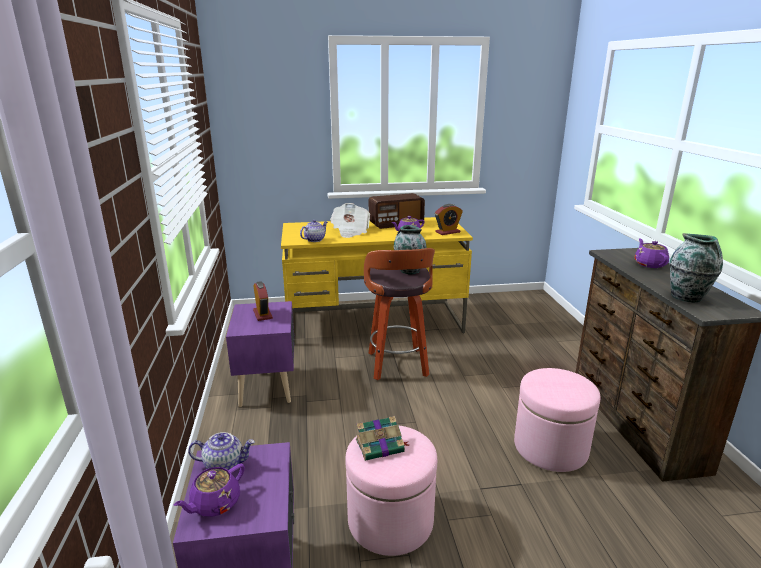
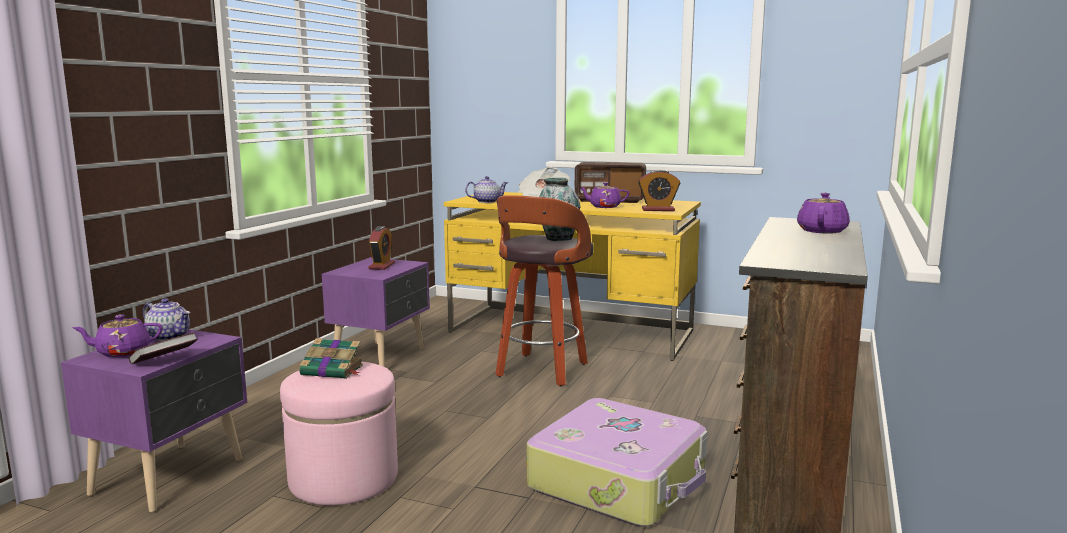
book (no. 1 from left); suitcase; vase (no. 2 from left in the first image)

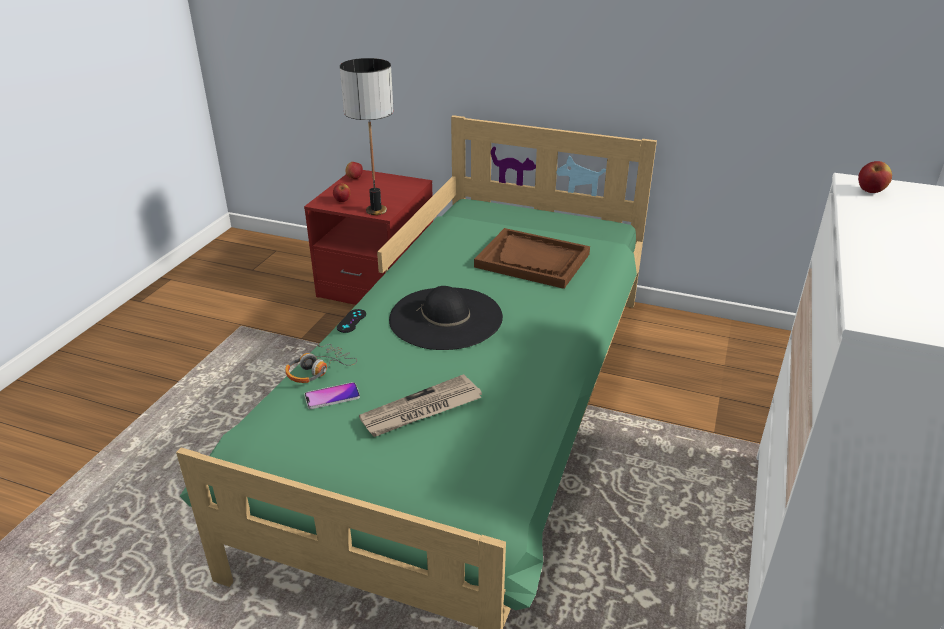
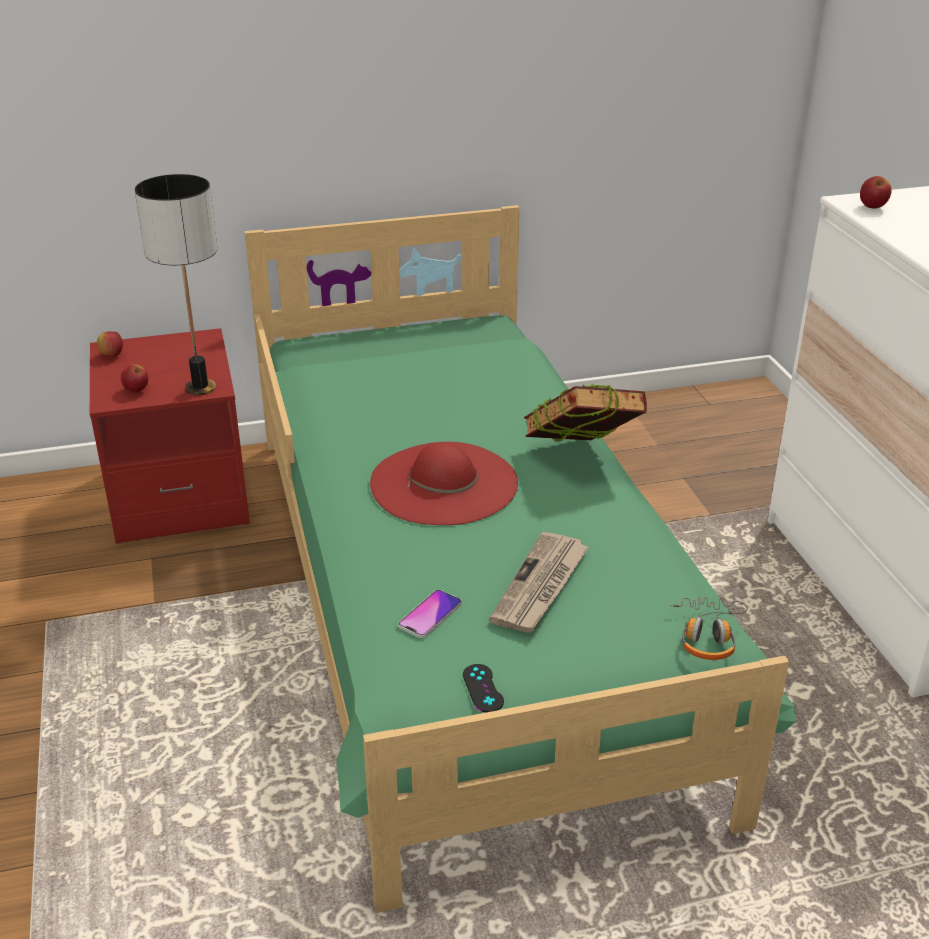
red hat; black game controller; book; headphones; brown tray

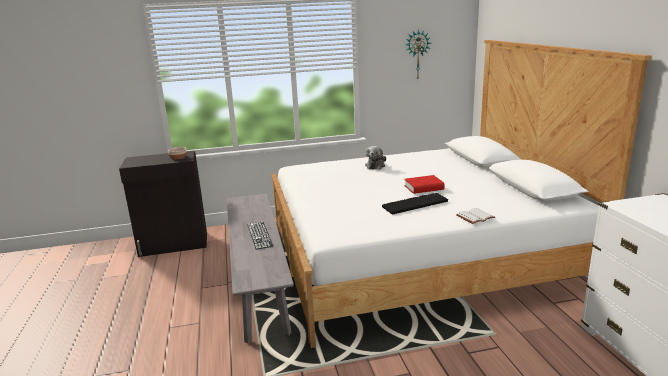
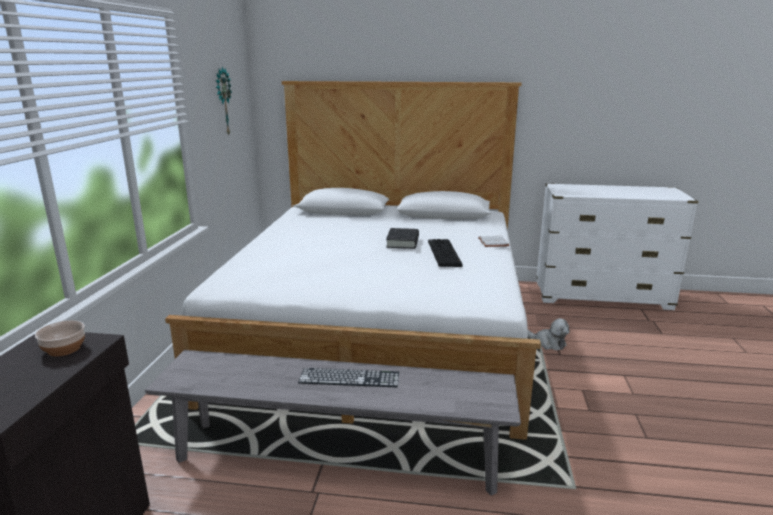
black book; plush toy

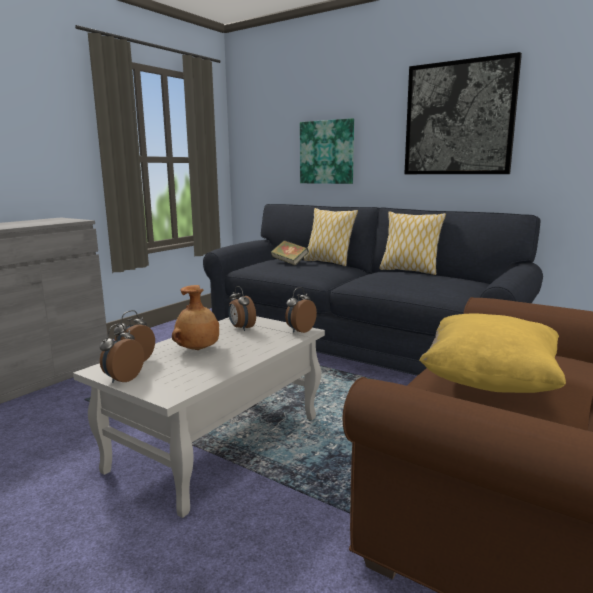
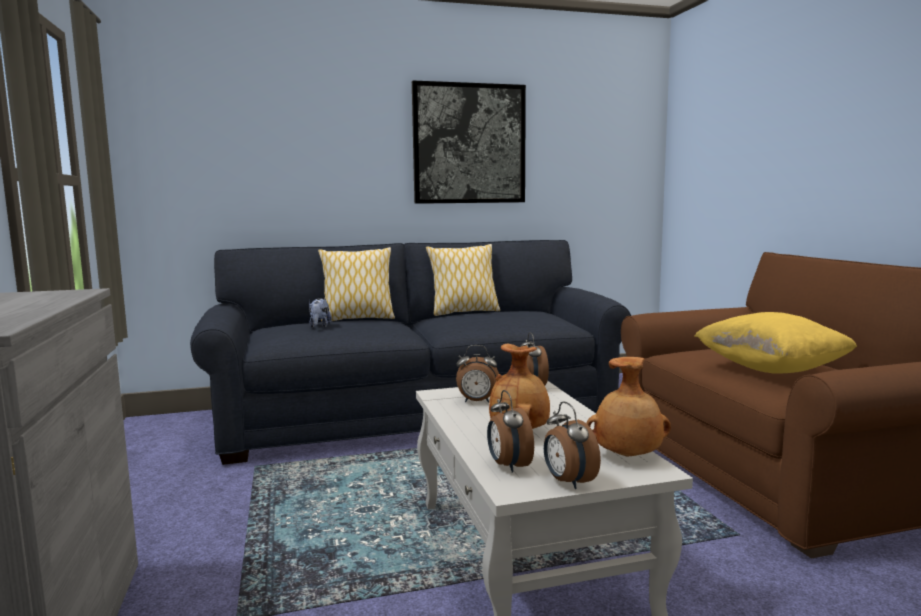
plush toy; brown vase (no. 2 from left); picture (no. 1 from left in the first image)

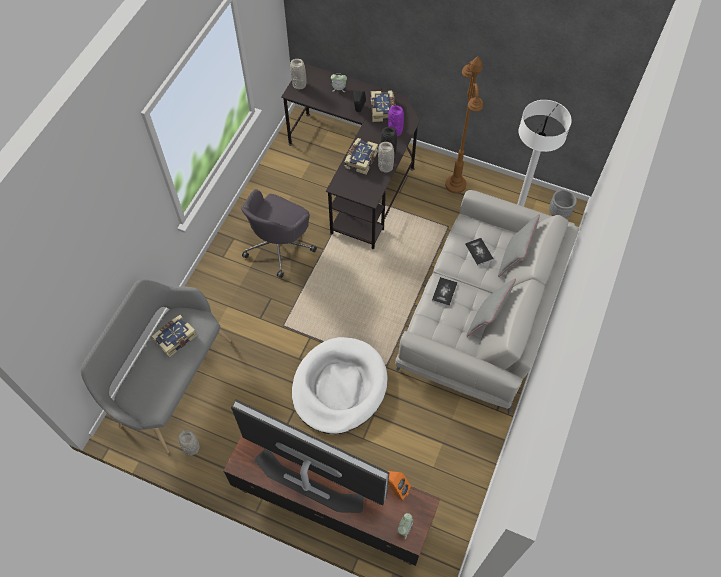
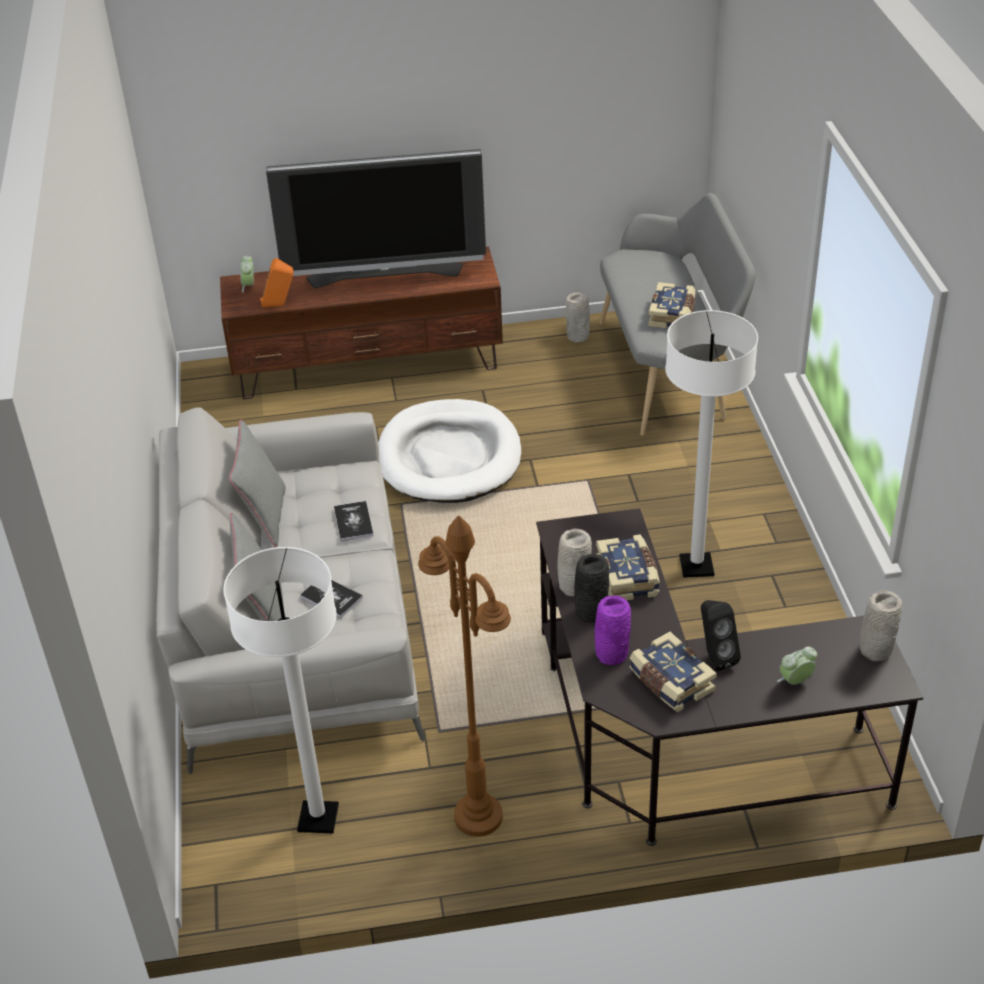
white floor lamp (no. 2 from left); grey planter

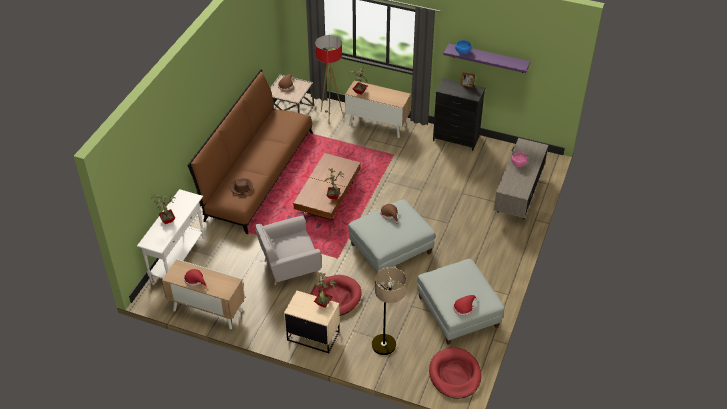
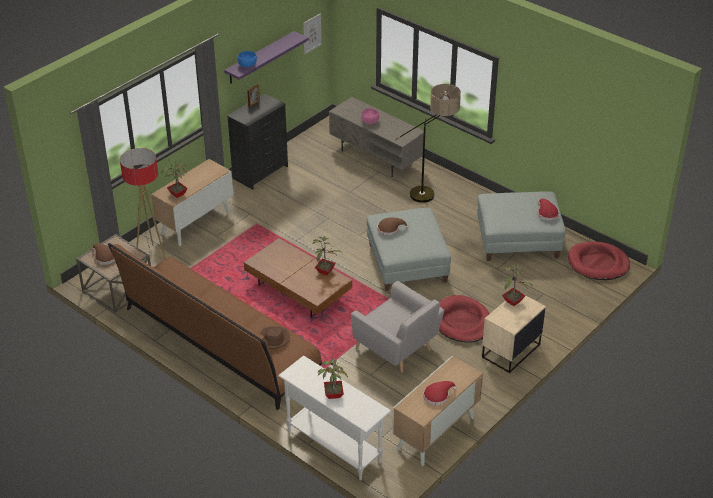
picture; grey armchair; floor lamp (no. 2 from left)

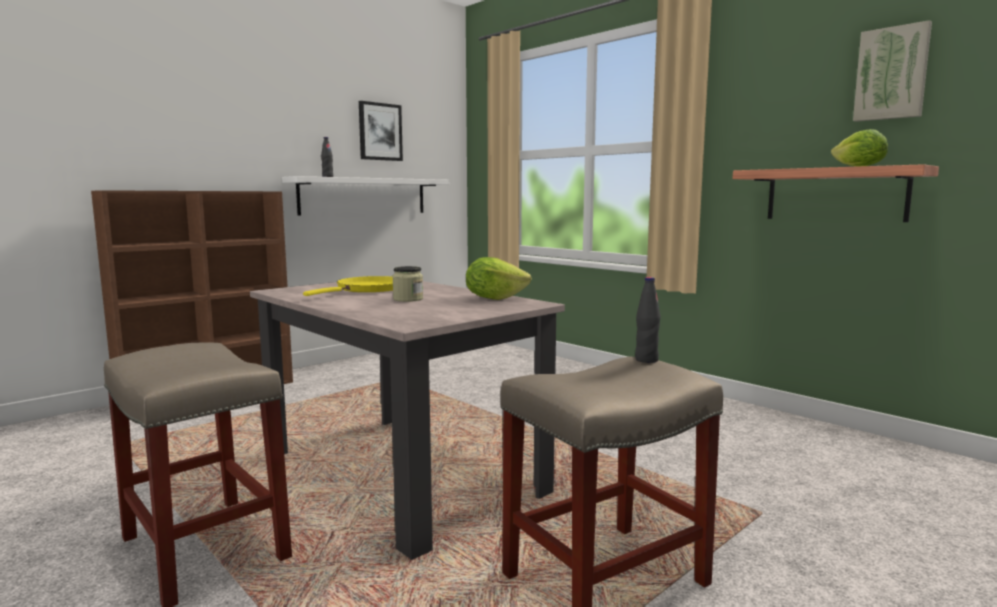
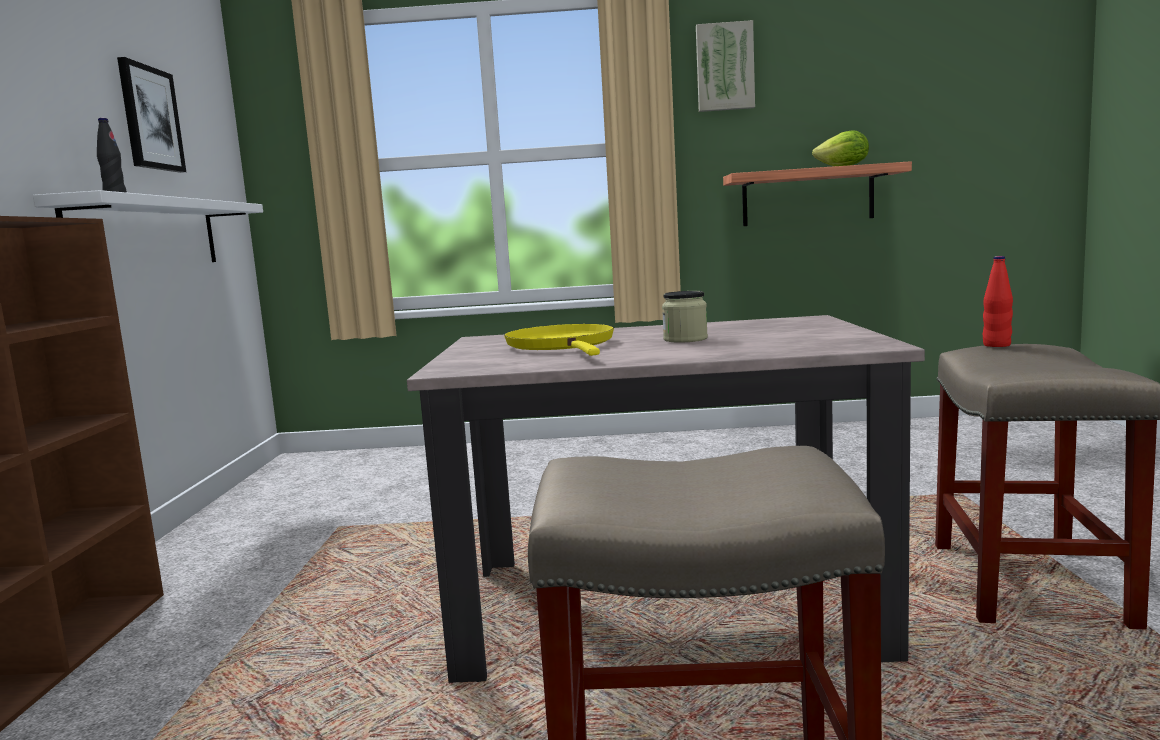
picture (no. 2 from left); red bottle; lettuce (no. 1 from left in the first image)

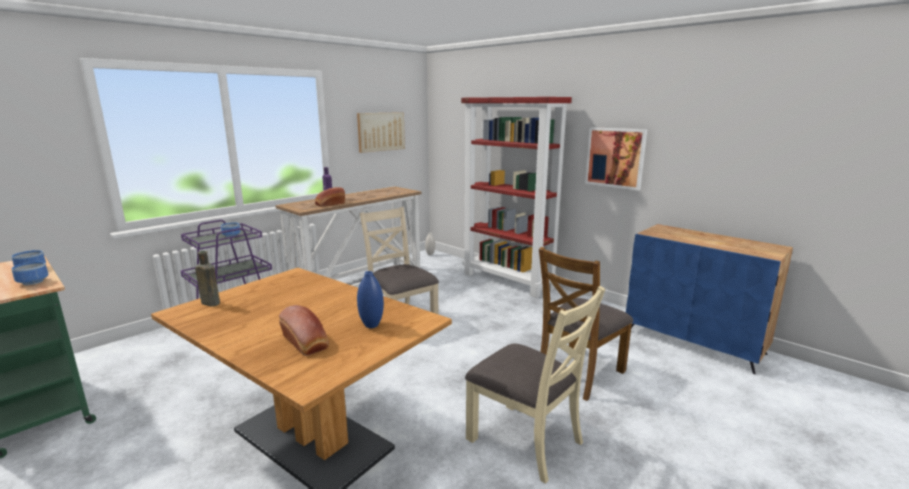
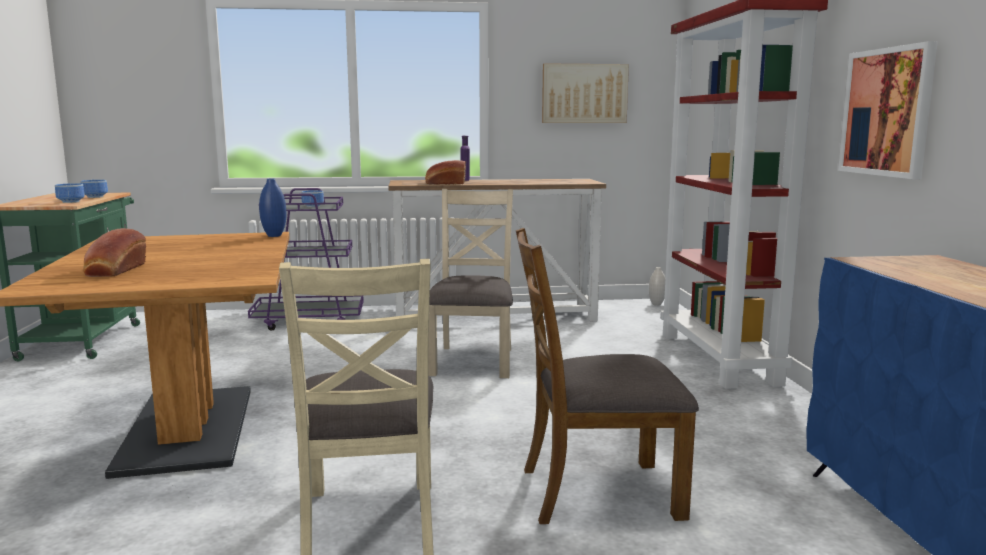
blue vase; brown bottle

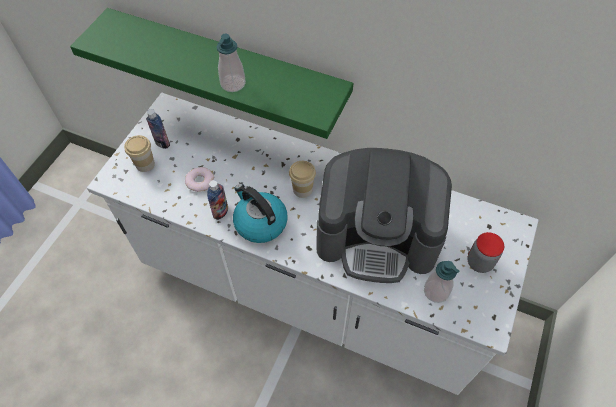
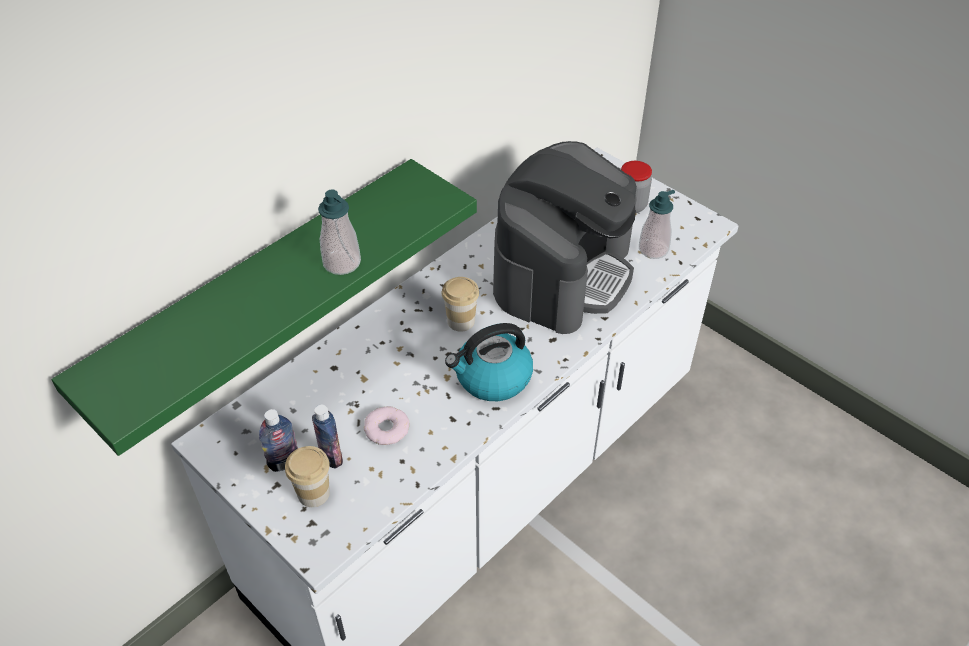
bottle (no. 2 from left)

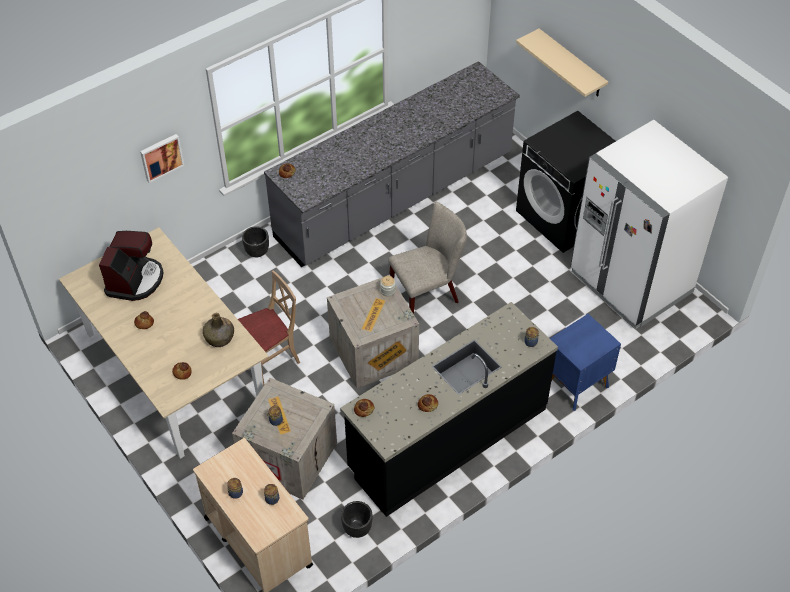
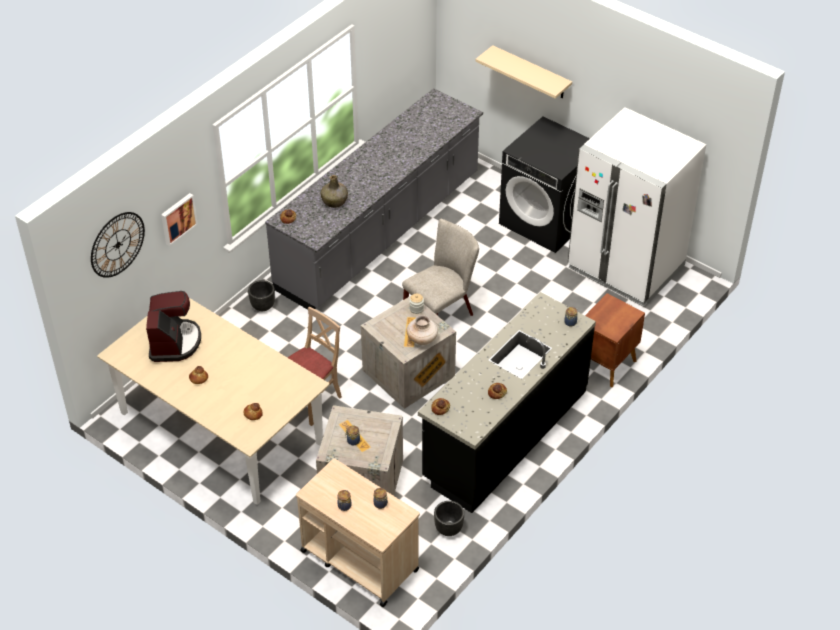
wall clock; green bottle; beige vase; brown nightstand

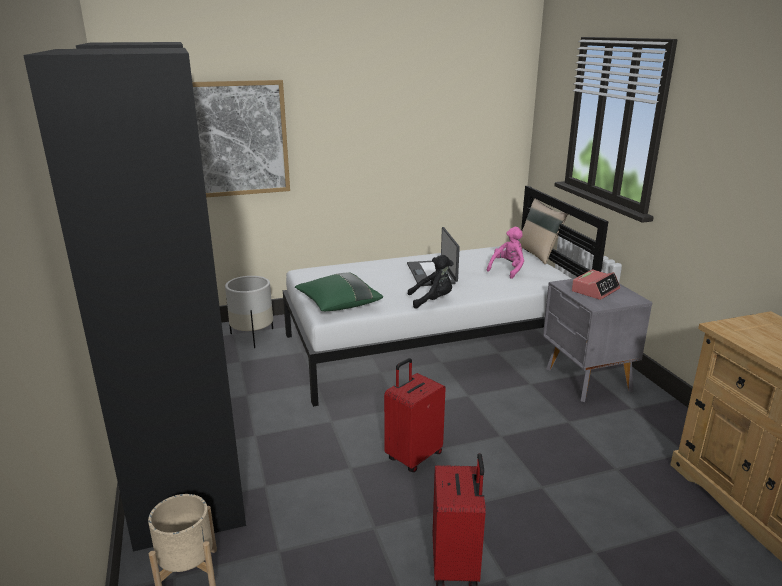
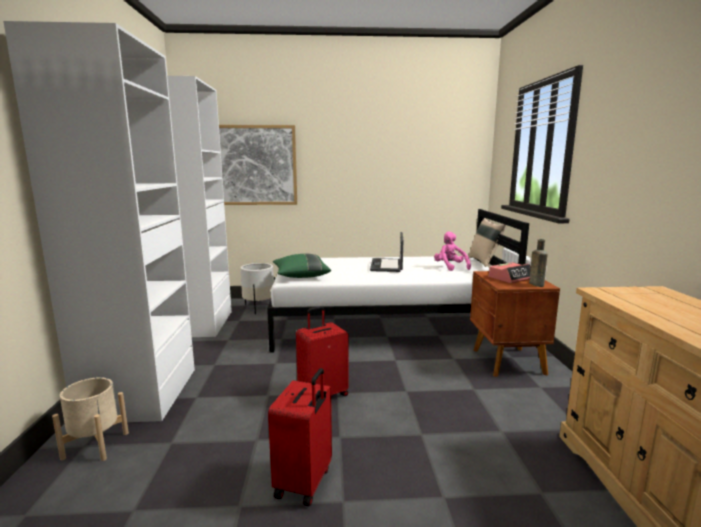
white wardrobe; pink plush toy; brown nightstand; brown bottle; black plush toy

